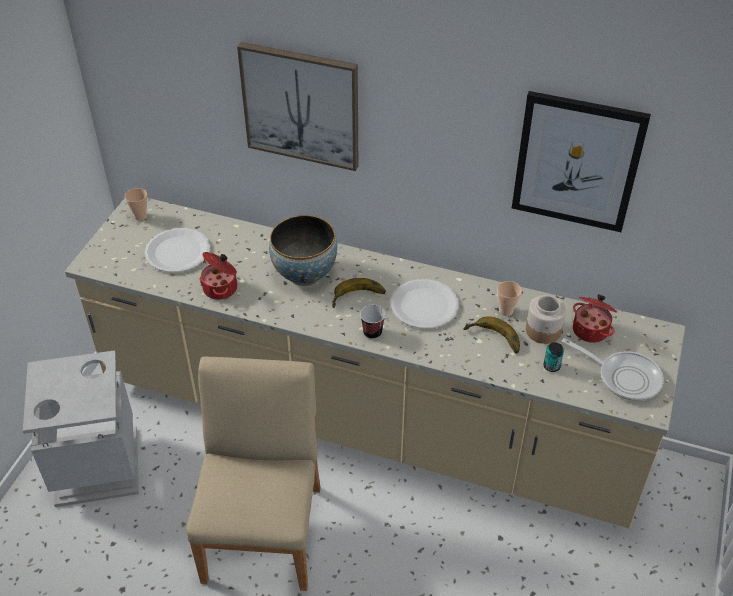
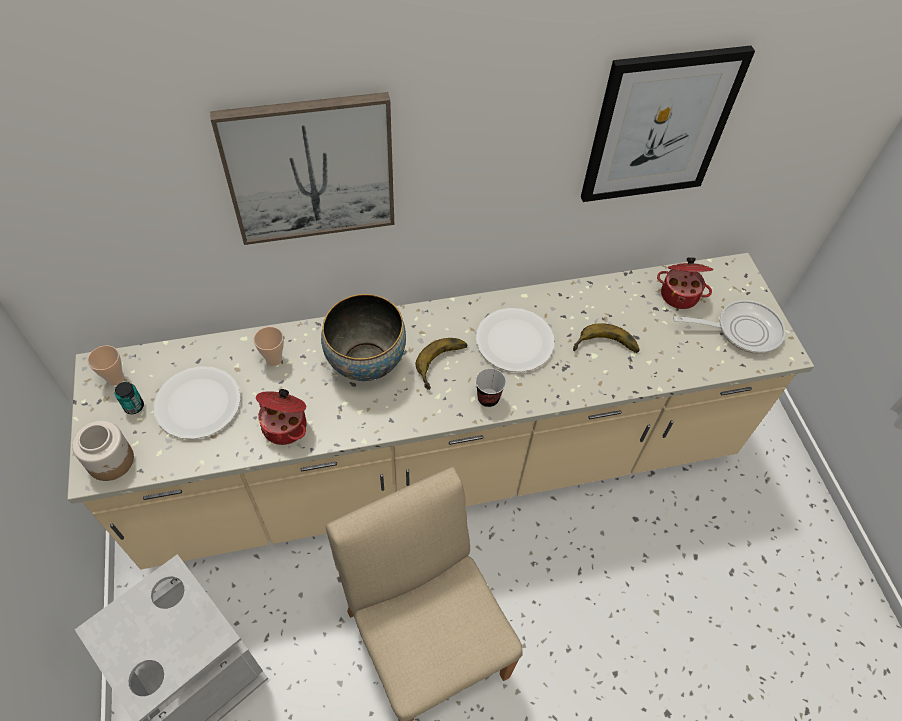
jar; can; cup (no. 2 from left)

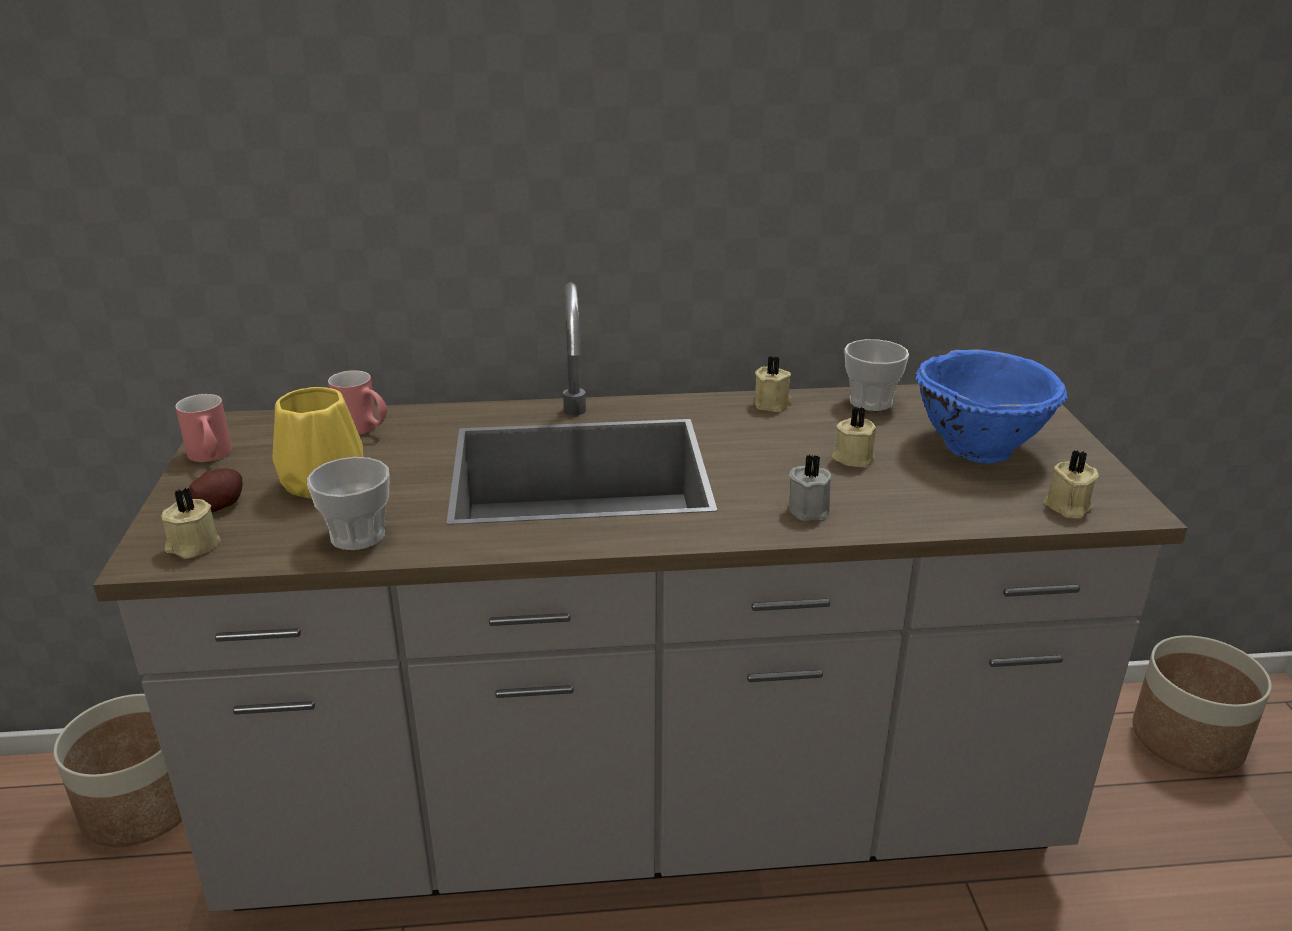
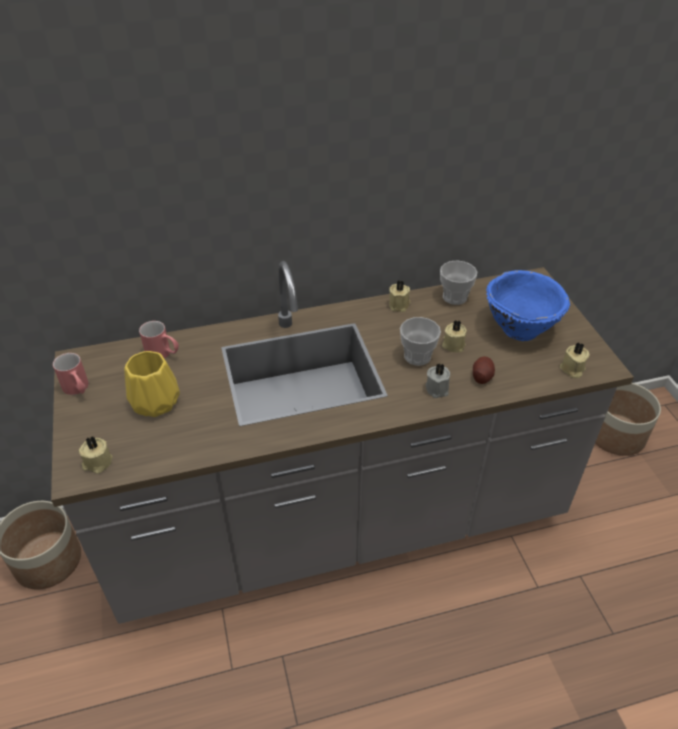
cup (no. 1 from left); potato

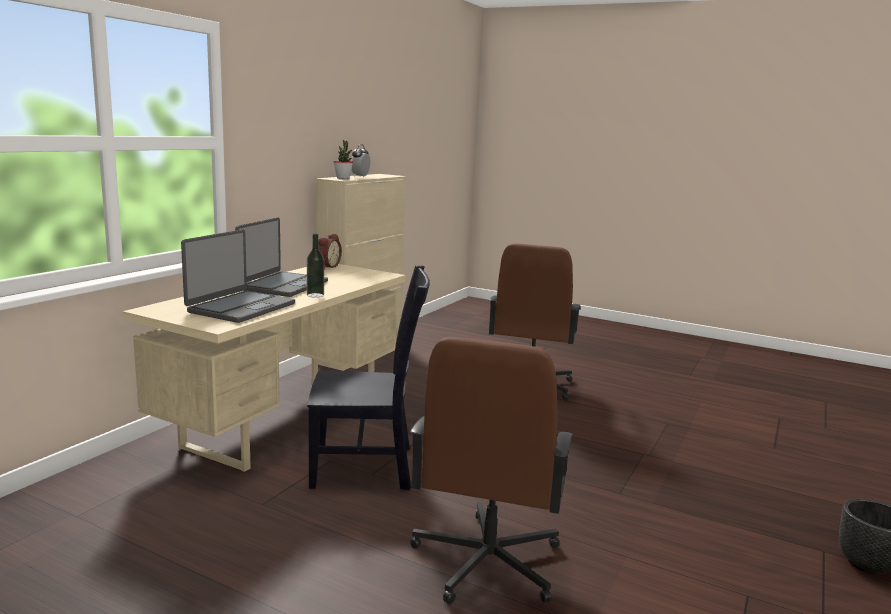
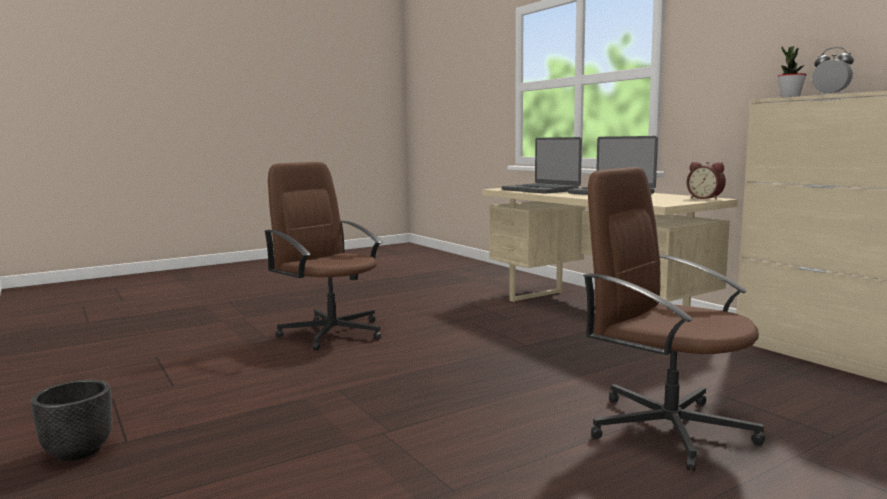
bottle; black chair

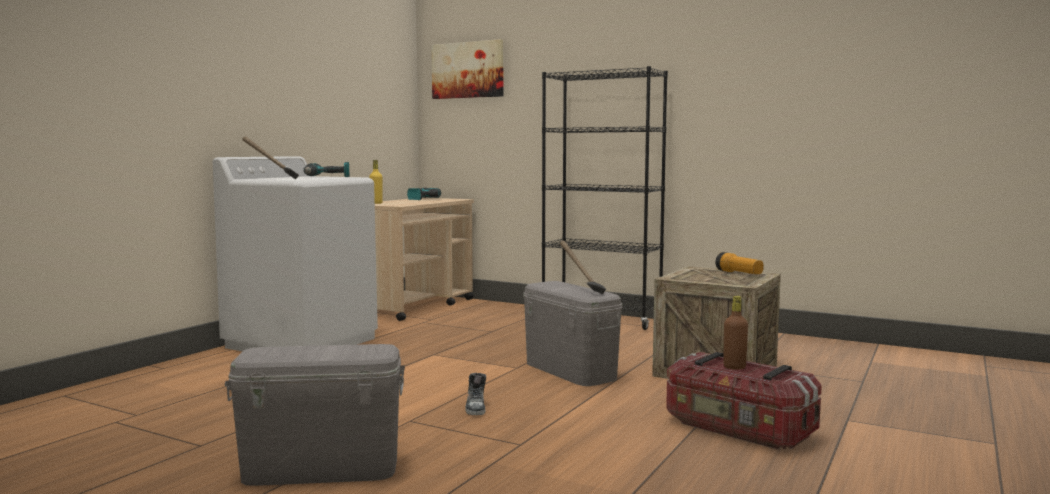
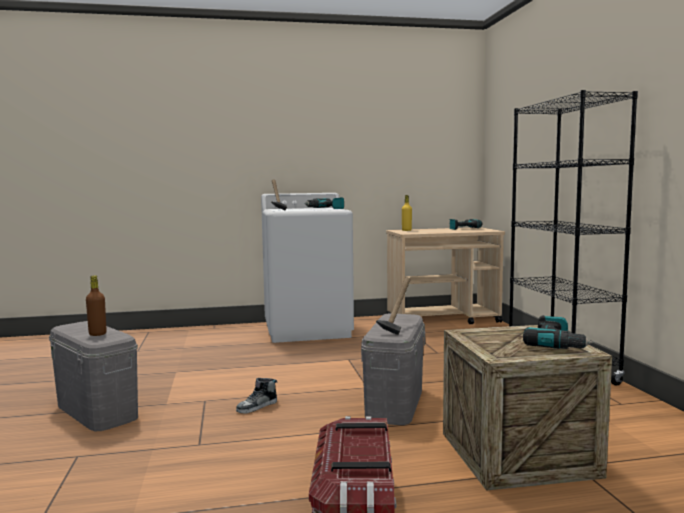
brown bottle; power drill (no. 3 from left); picture

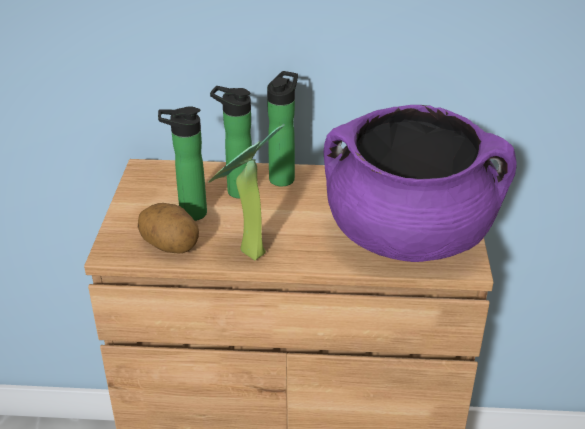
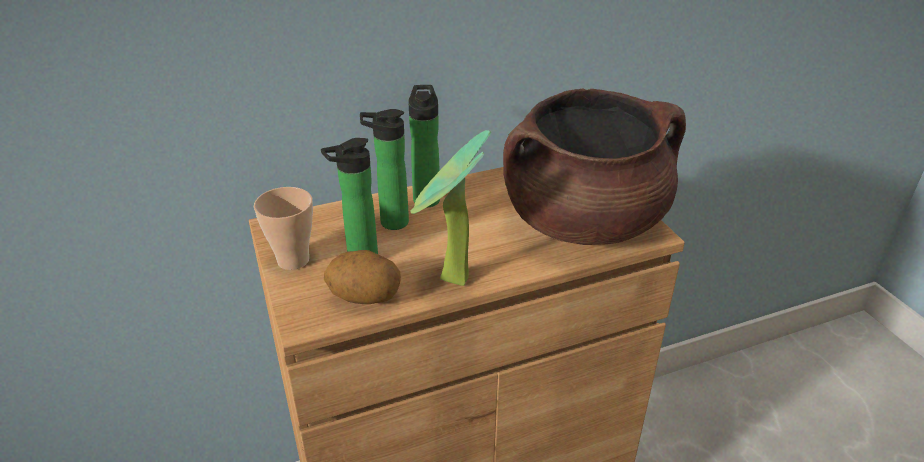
cup; brown cooking pot

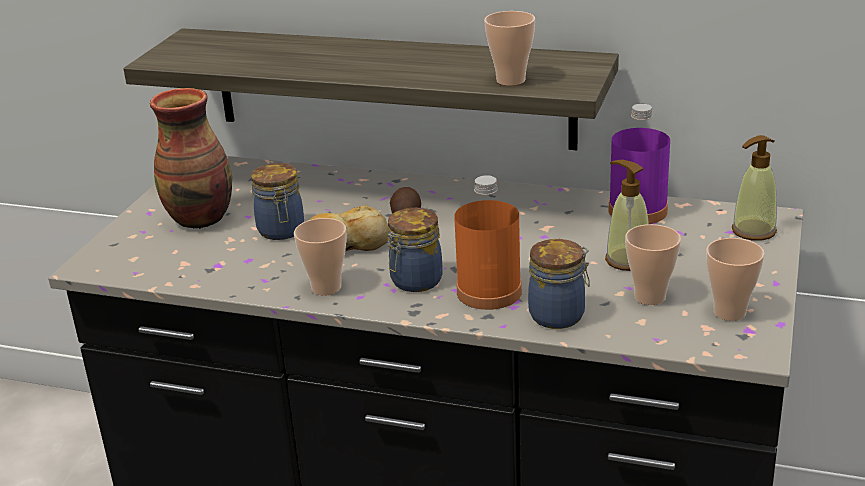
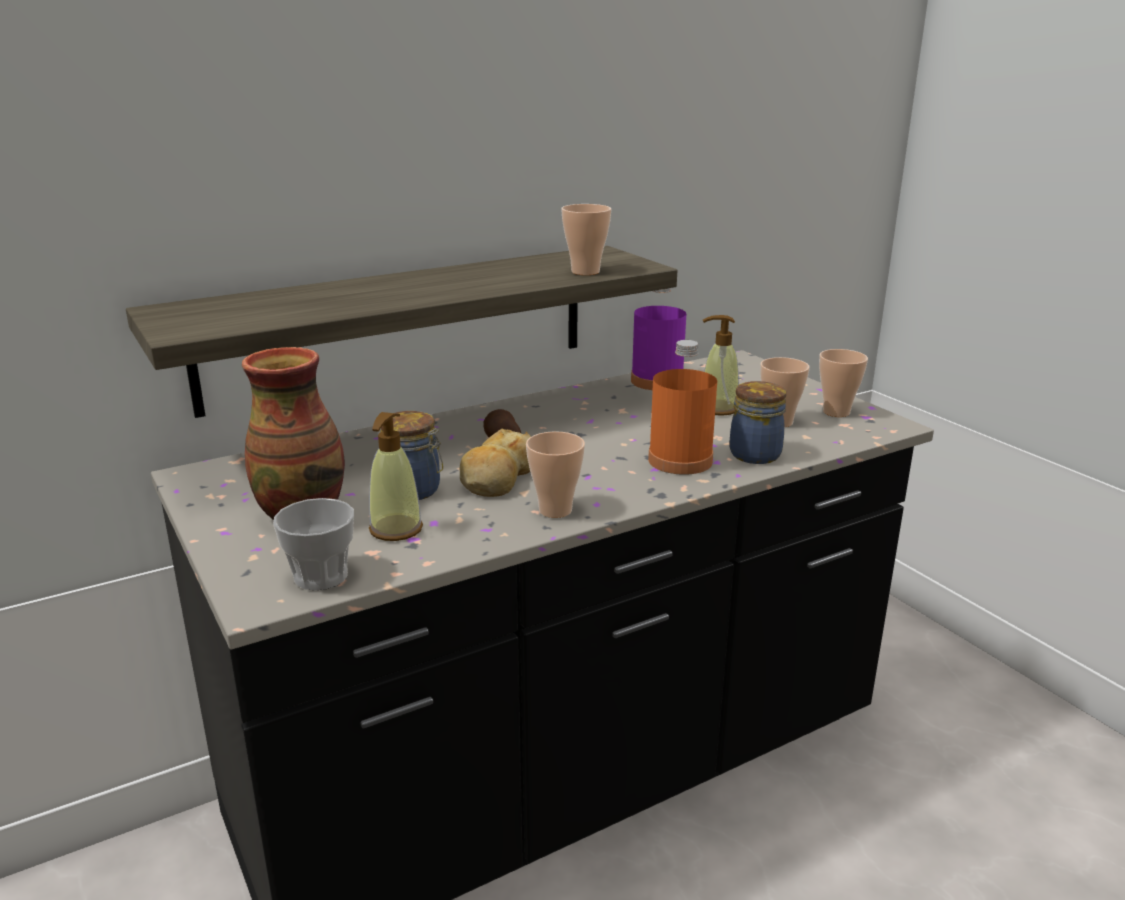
cup (no. 1 from left); soap dispenser (no. 1 from left); jar (no. 2 from left in the first image)

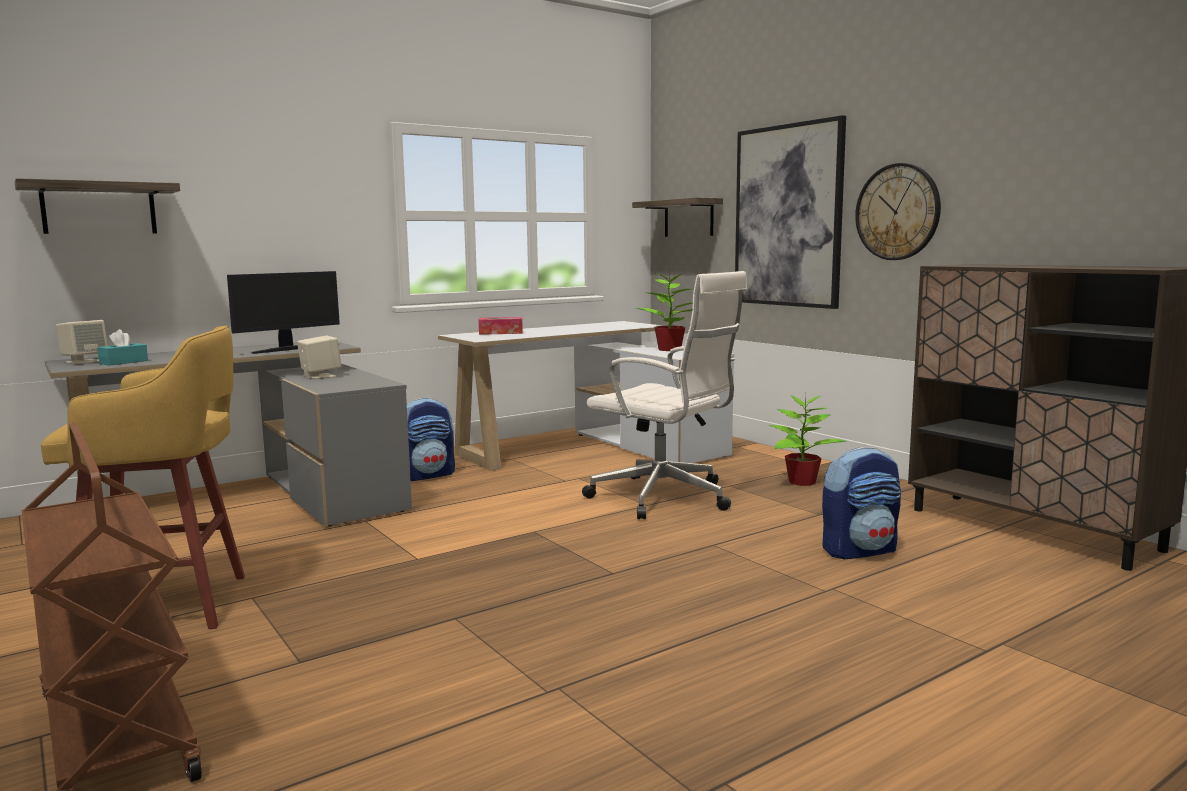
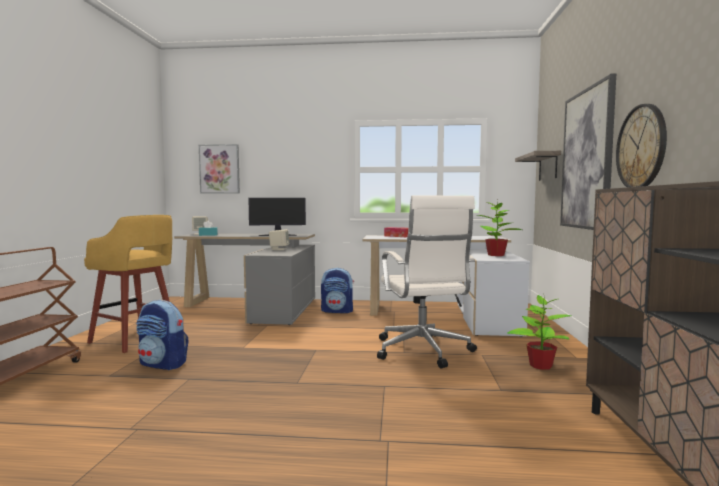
backpack (no. 1 from left); picture (no. 1 from left)

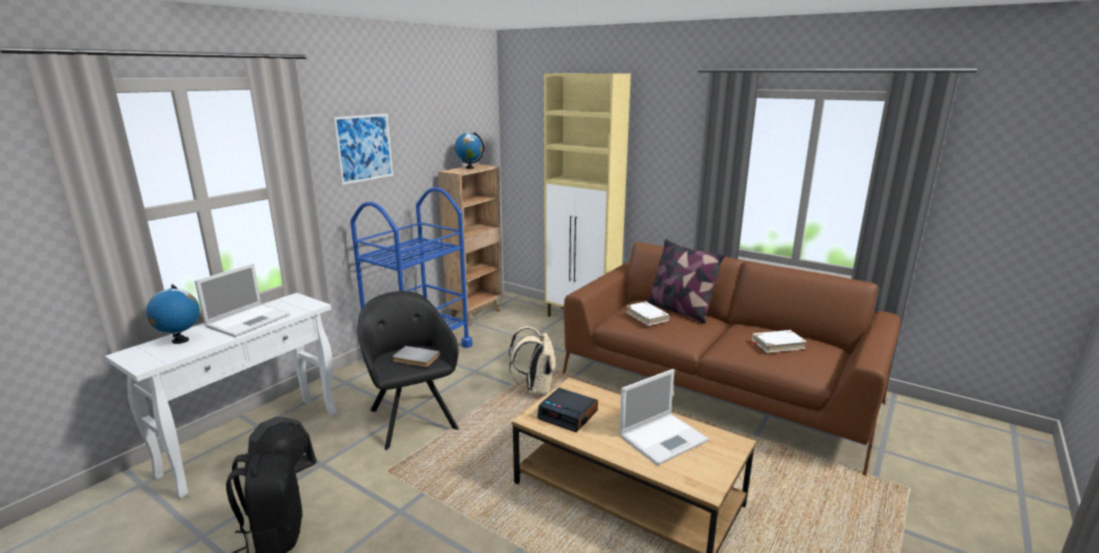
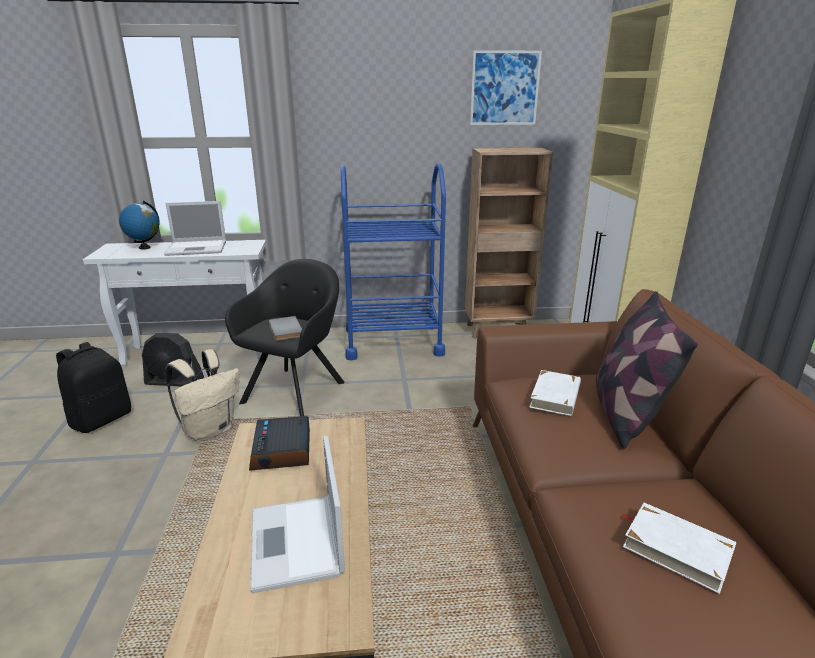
beige backpack; laptop (no. 2 from left); picture; globe (no. 2 from left in the first image)

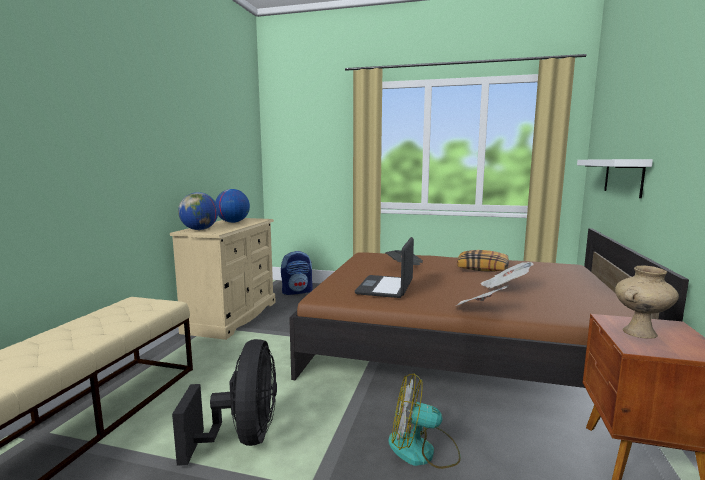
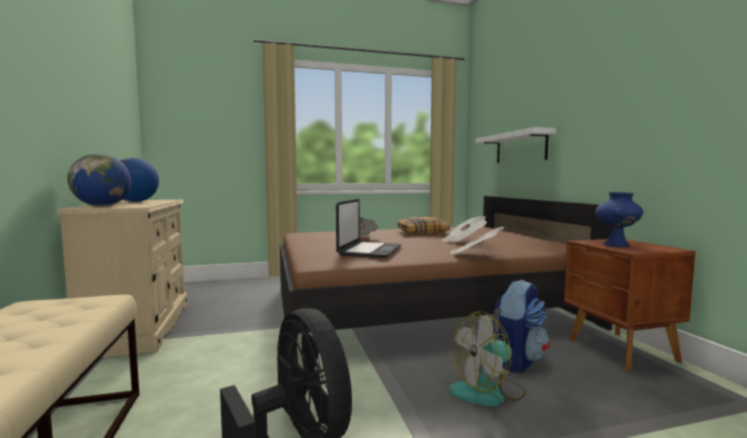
laptop; backpack; blue vase

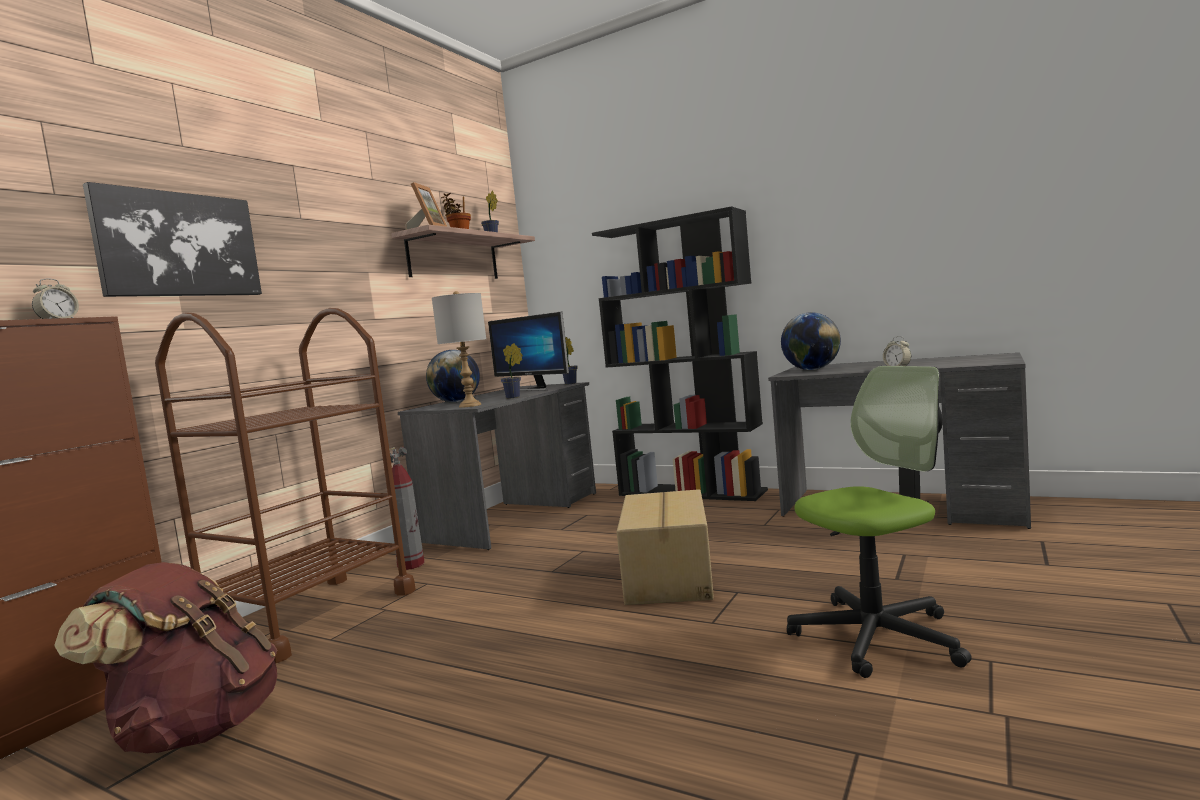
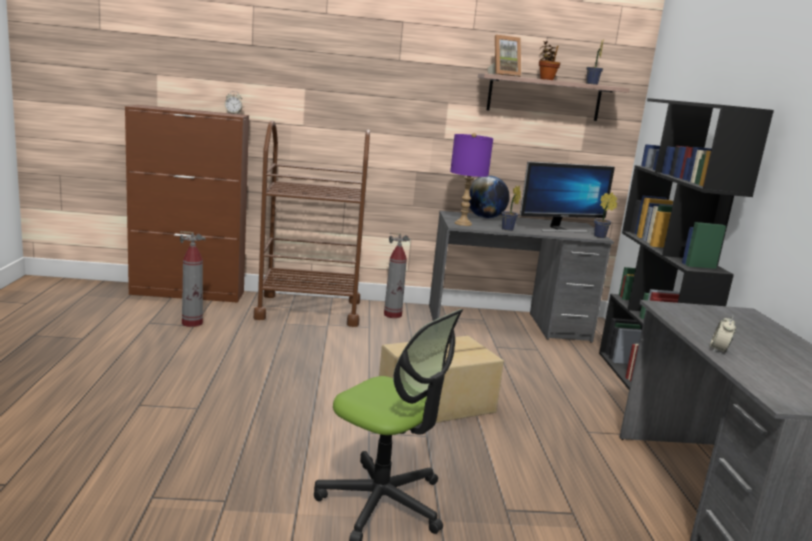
fire extinguisher (no. 1 from left); purple table lamp; monitor; picture; globe (no. 2 from left in the first image)

